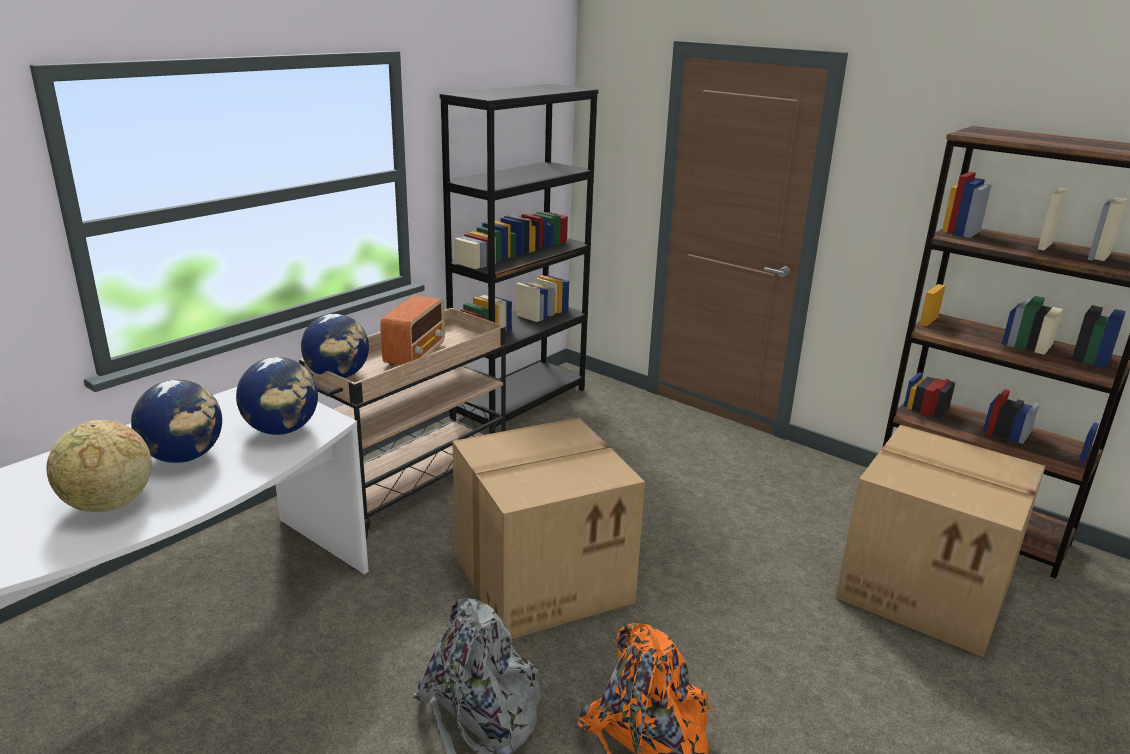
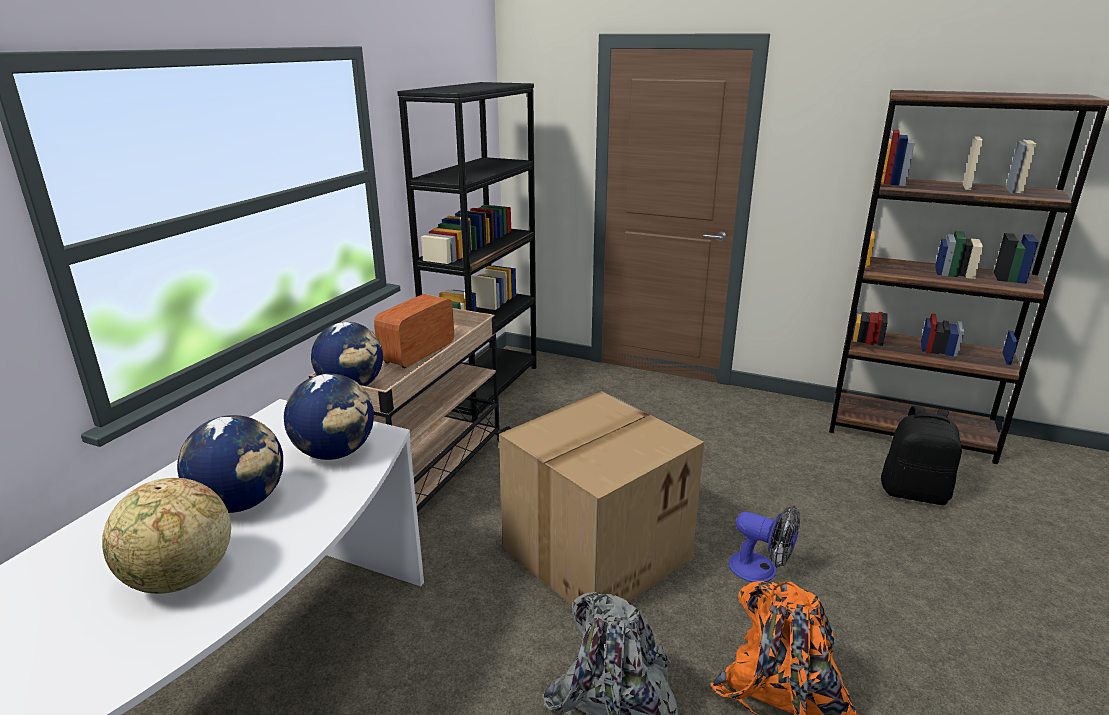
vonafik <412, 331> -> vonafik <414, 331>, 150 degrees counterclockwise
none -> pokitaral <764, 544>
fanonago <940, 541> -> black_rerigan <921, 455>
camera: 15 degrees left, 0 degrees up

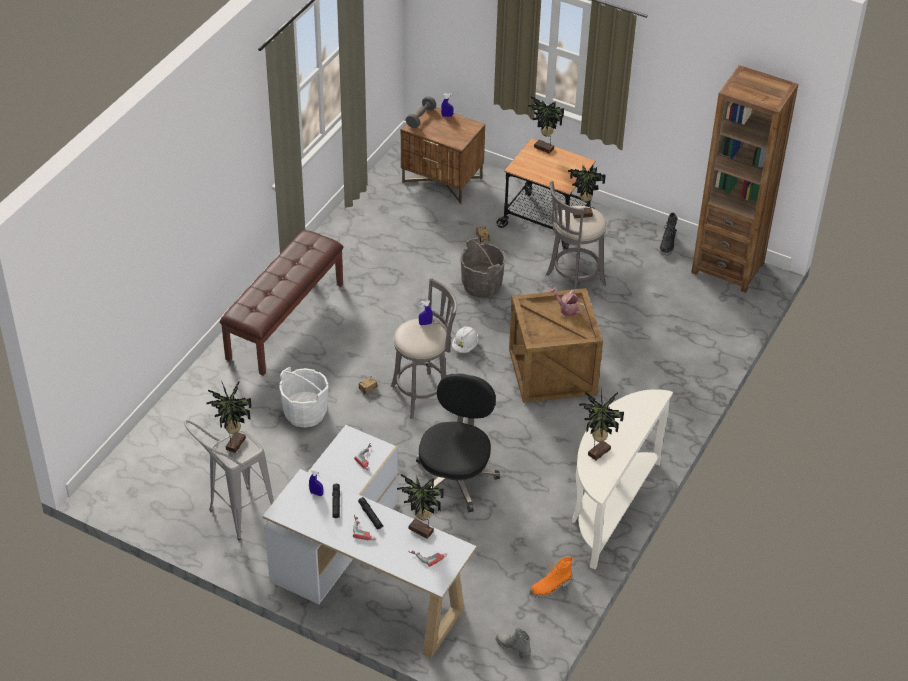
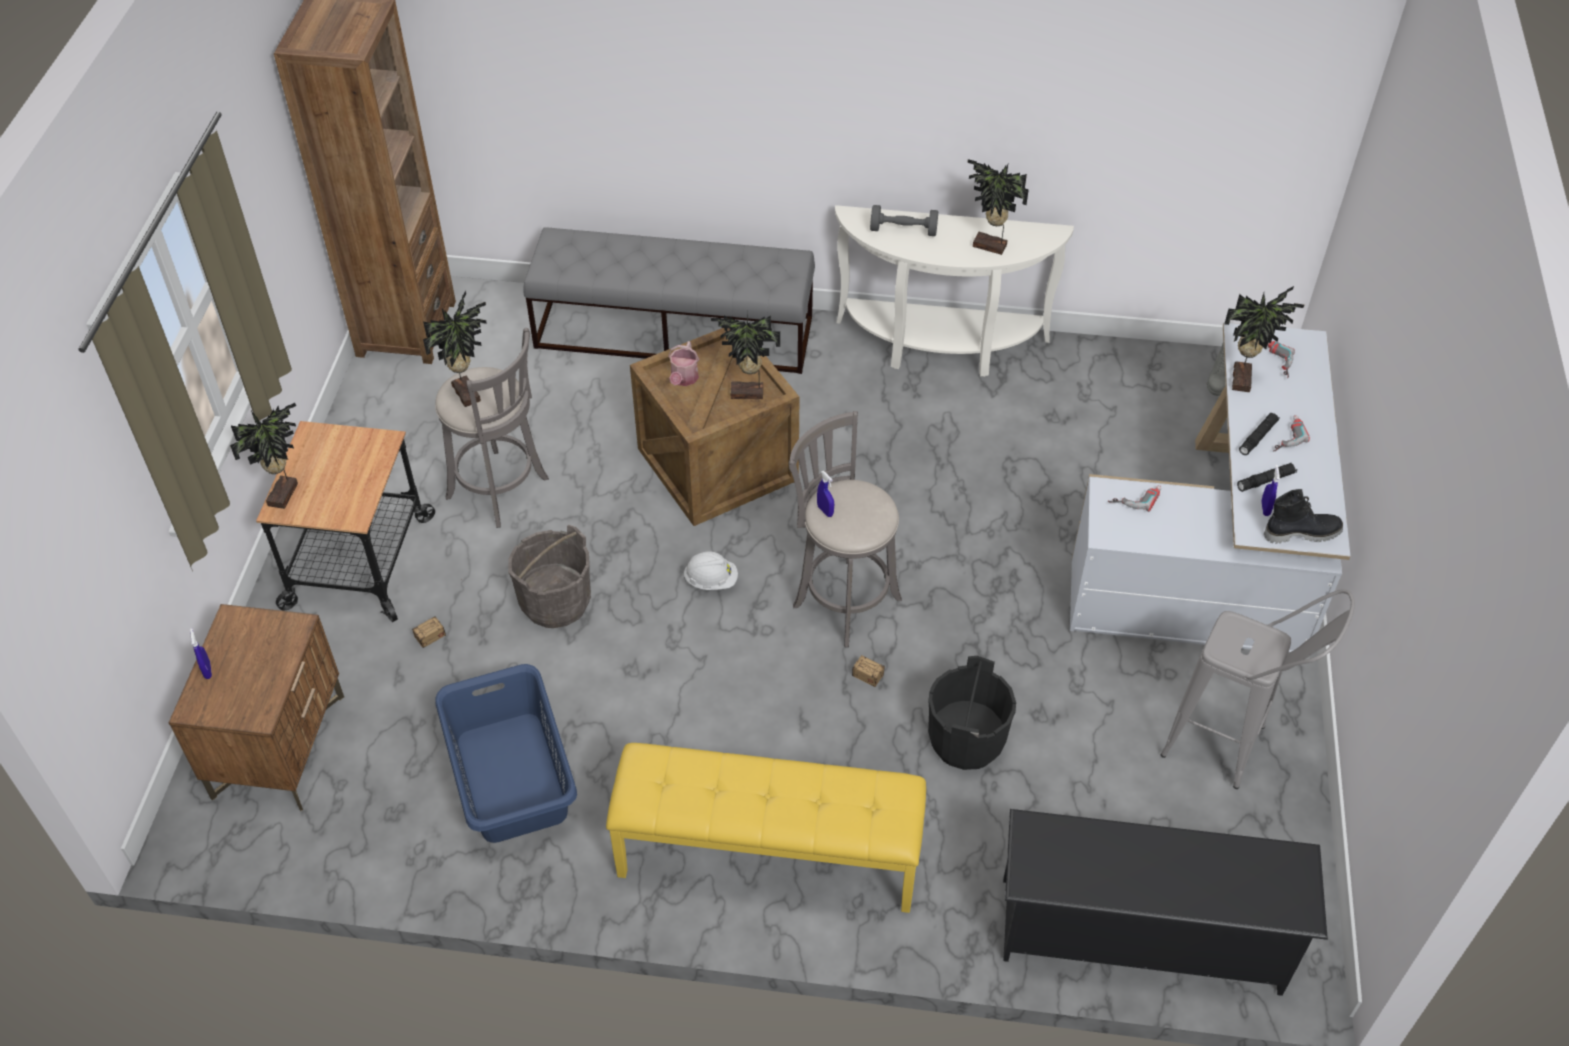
none -> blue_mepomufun <506, 753>
none -> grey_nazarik <669, 300>
brown_nazarik <281, 303> -> yellow_nazarik <766, 828>
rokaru <229, 417> -> rokaru <745, 354>, relocated
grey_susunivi <421, 112> -> grey_susunivi <904, 220>, relocated
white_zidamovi <303, 397> -> black_zidamovi <972, 713>
none -> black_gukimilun <1165, 902>
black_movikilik <668, 234> -> black_movikilik <1303, 516>, relocated
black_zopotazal <458, 442> -> none
orange_movikilik <551, 577> -> none
camera: 110 degrees left, 5 degrees up

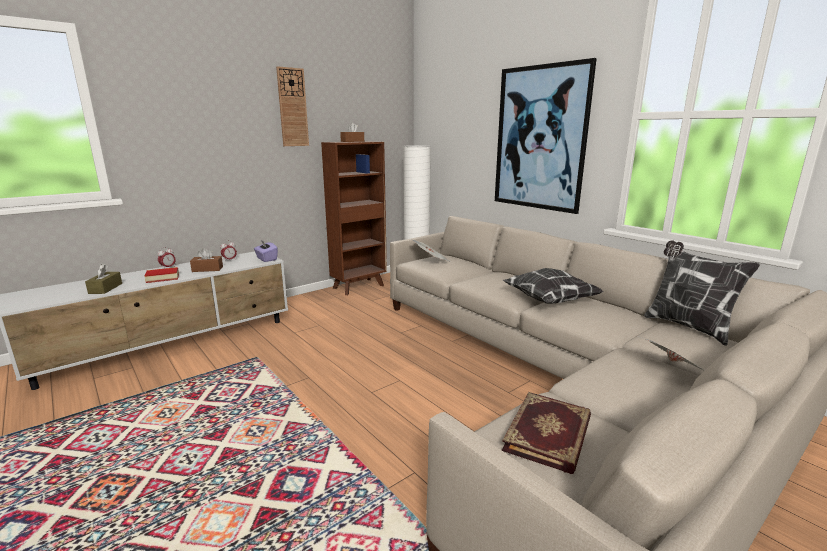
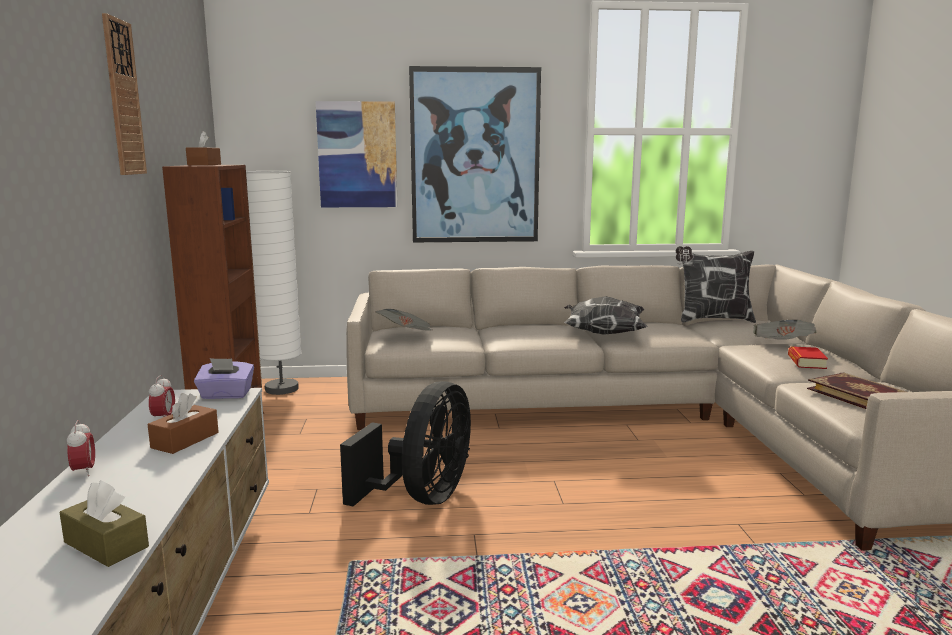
none -> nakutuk <357, 154>
none -> black_pokitaral <405, 443>
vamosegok <161, 275> -> vamosegok <808, 357>, relocated
camera: 55 degrees left, 5 degrees down

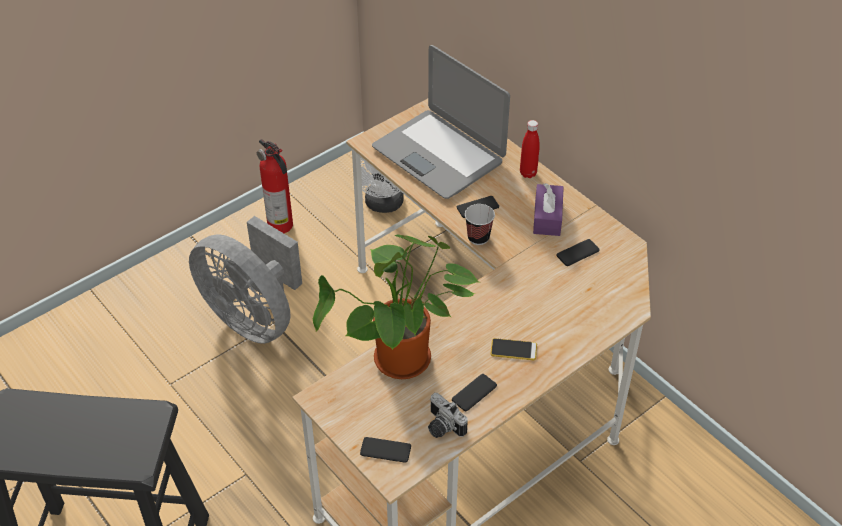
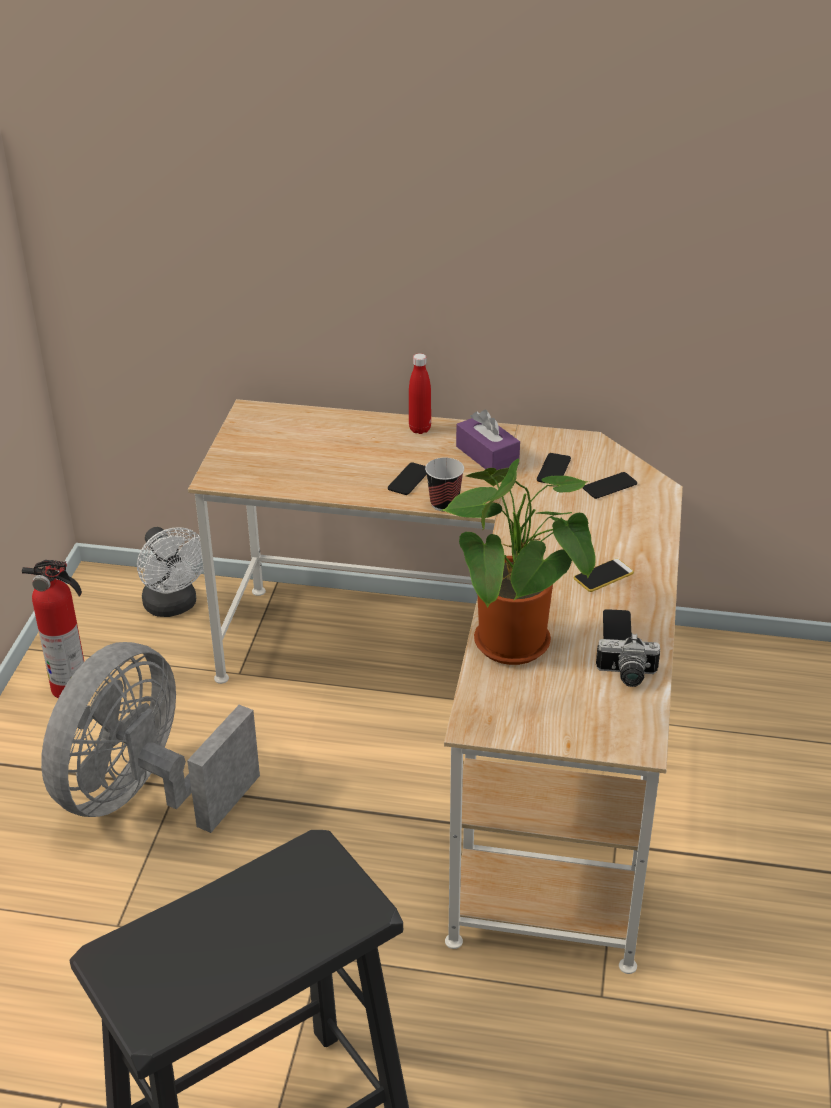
grey_pokitaral <245, 280> -> grey_pokitaral <150, 737>, 120 degrees clockwise
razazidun <385, 450> -> razazidun <610, 485>, relocated
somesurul <441, 122> -> none
camera: 40 degrees left, 10 degrees down

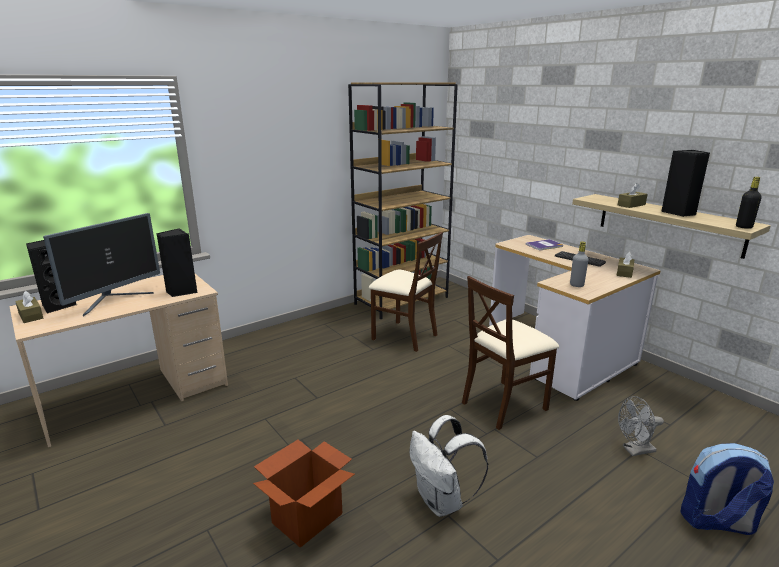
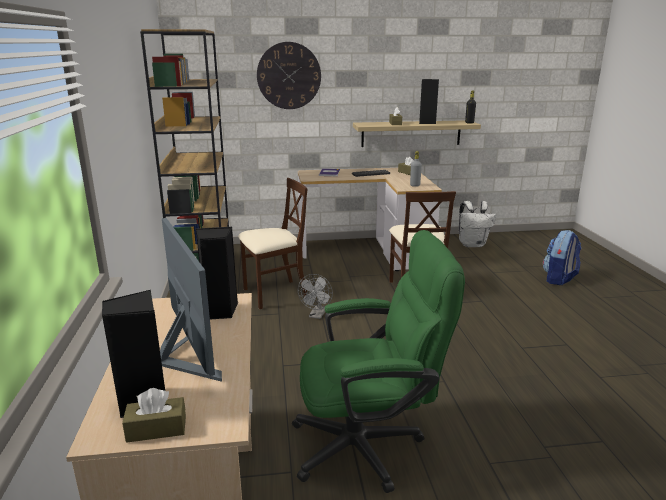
none -> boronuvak <289, 75>
none -> green_zopotazal <378, 361>
grey_pokitaral <641, 426> -> grey_pokitaral <315, 296>, relocated
white_rerigan <449, 466> -> white_rerigan <477, 224>, relocated
fanonago <304, 493> -> none
camera: 60 degrees left, 0 degrees up

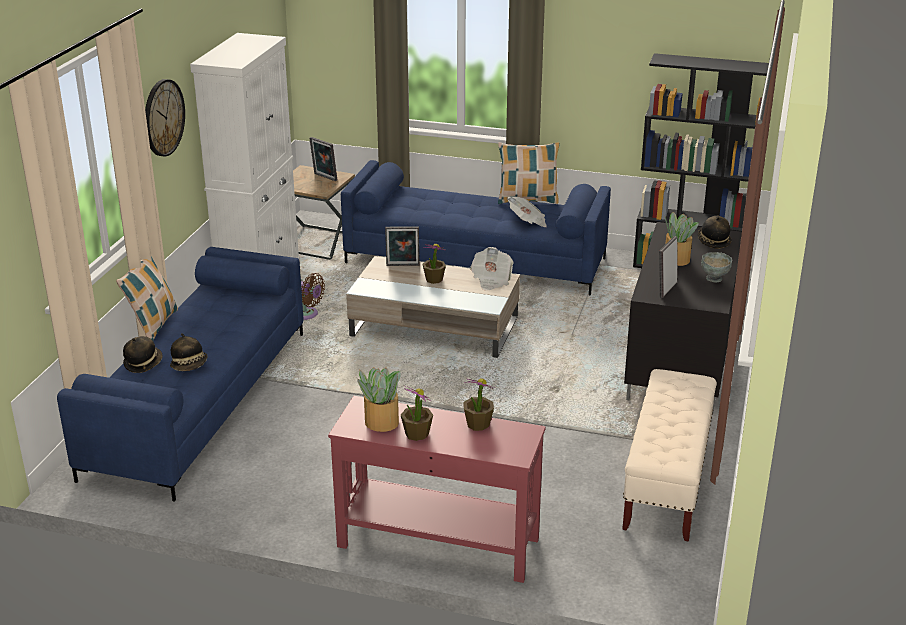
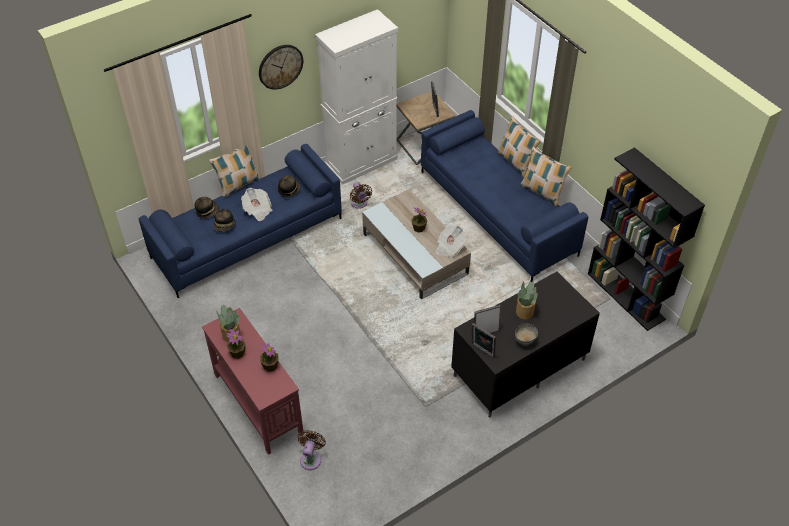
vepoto <526, 212> -> vepoto <257, 204>, relocated
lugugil <715, 232> -> lugugil <289, 187>, relocated
none -> brown_pokitaral <312, 450>
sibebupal <402, 246> -> sibebupal <484, 340>, relocated
none -> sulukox <519, 146>
beige_nazarik <669, 455> -> none
camera: 40 degrees right, 20 degrees up

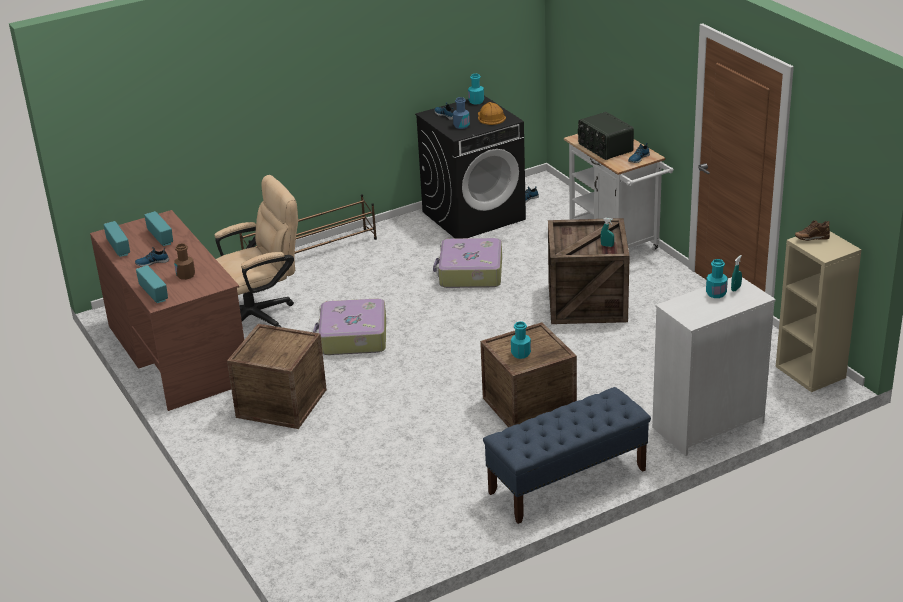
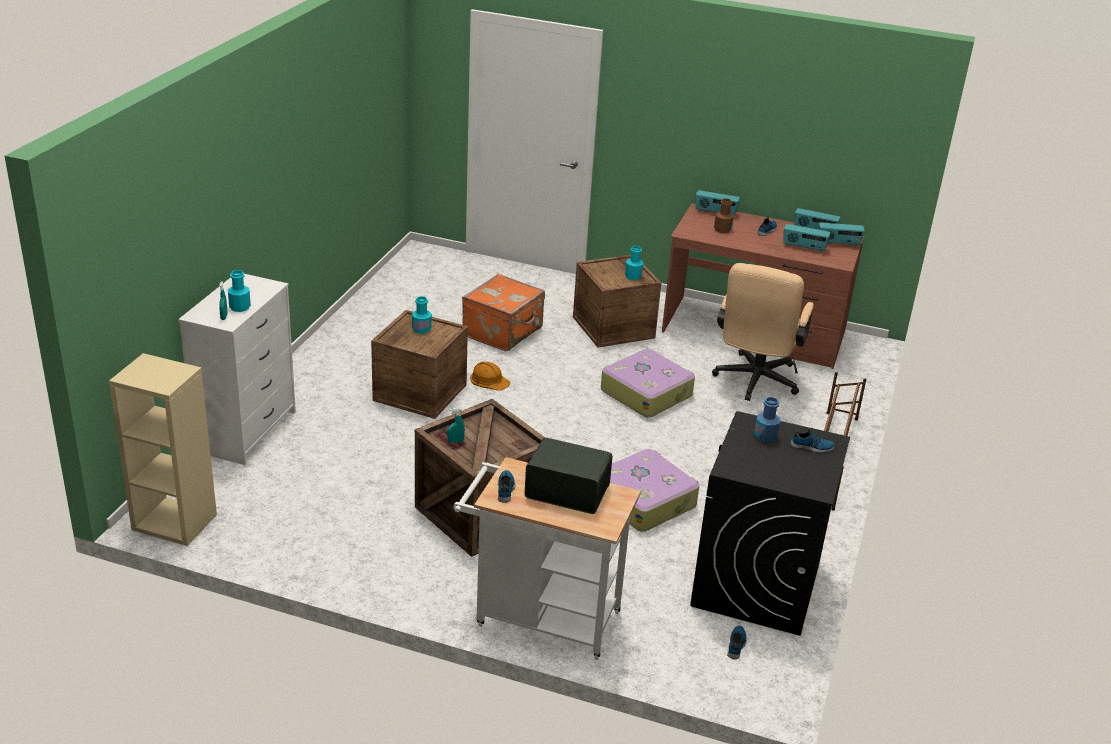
none -> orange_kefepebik <503, 312>
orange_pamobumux <492, 113> -> orange_pamobumux <490, 376>, relocated
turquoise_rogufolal <476, 89> -> turquoise_rogufolal <634, 263>, relocated
none -> vonafik <841, 234>
blue_nazarik <567, 455> -> none
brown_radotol <812, 230> -> none
camera: 135 degrees right, 0 degrees up

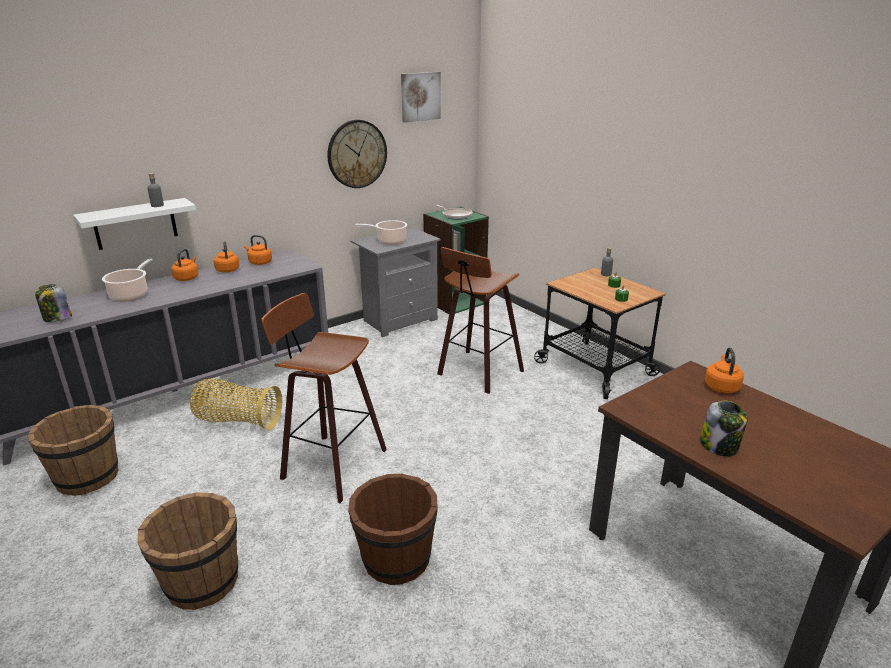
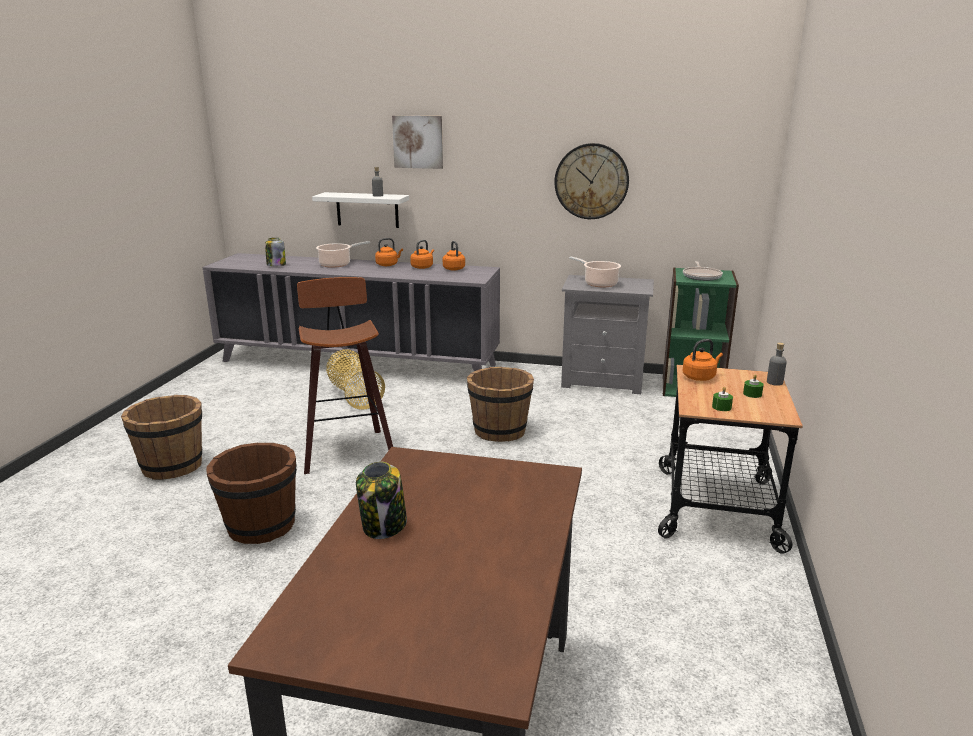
nakutuk <421, 97> -> nakutuk <417, 142>, relocated
brown_zidamovi <73, 450> -> brown_zidamovi <500, 404>, relocated
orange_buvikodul <724, 370> -> orange_buvikodul <702, 360>, relocated
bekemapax <480, 320> -> none
camera: 50 degrees right, 5 degrees down

